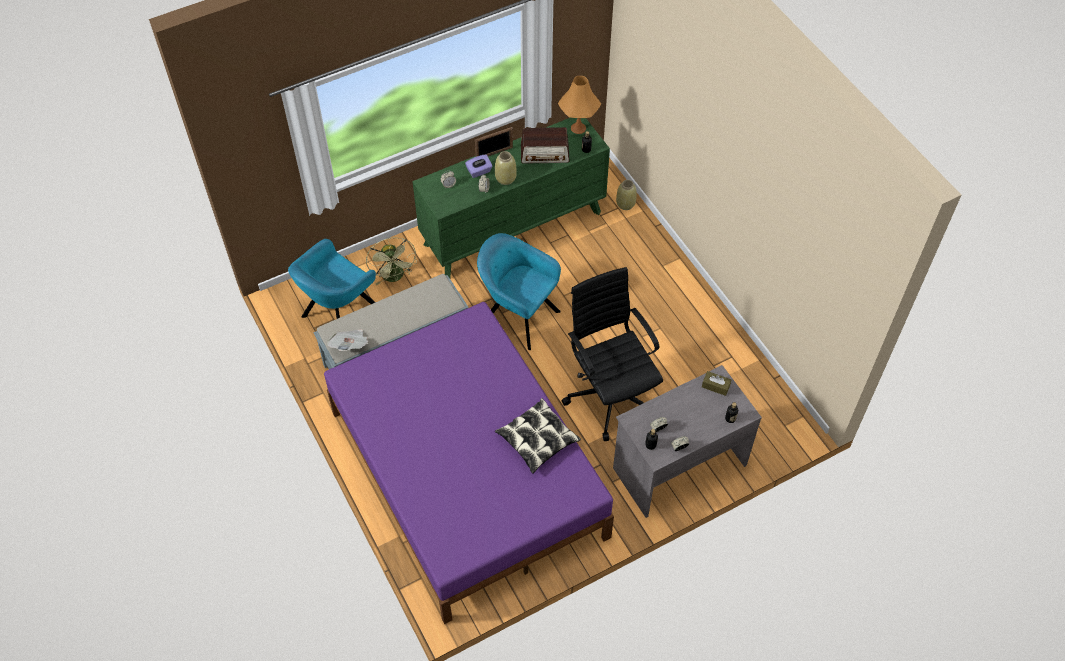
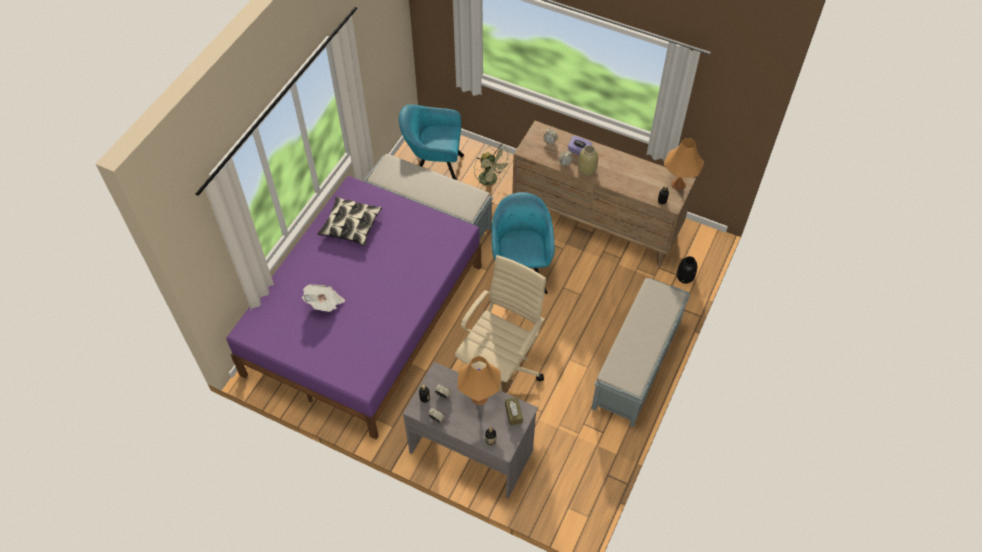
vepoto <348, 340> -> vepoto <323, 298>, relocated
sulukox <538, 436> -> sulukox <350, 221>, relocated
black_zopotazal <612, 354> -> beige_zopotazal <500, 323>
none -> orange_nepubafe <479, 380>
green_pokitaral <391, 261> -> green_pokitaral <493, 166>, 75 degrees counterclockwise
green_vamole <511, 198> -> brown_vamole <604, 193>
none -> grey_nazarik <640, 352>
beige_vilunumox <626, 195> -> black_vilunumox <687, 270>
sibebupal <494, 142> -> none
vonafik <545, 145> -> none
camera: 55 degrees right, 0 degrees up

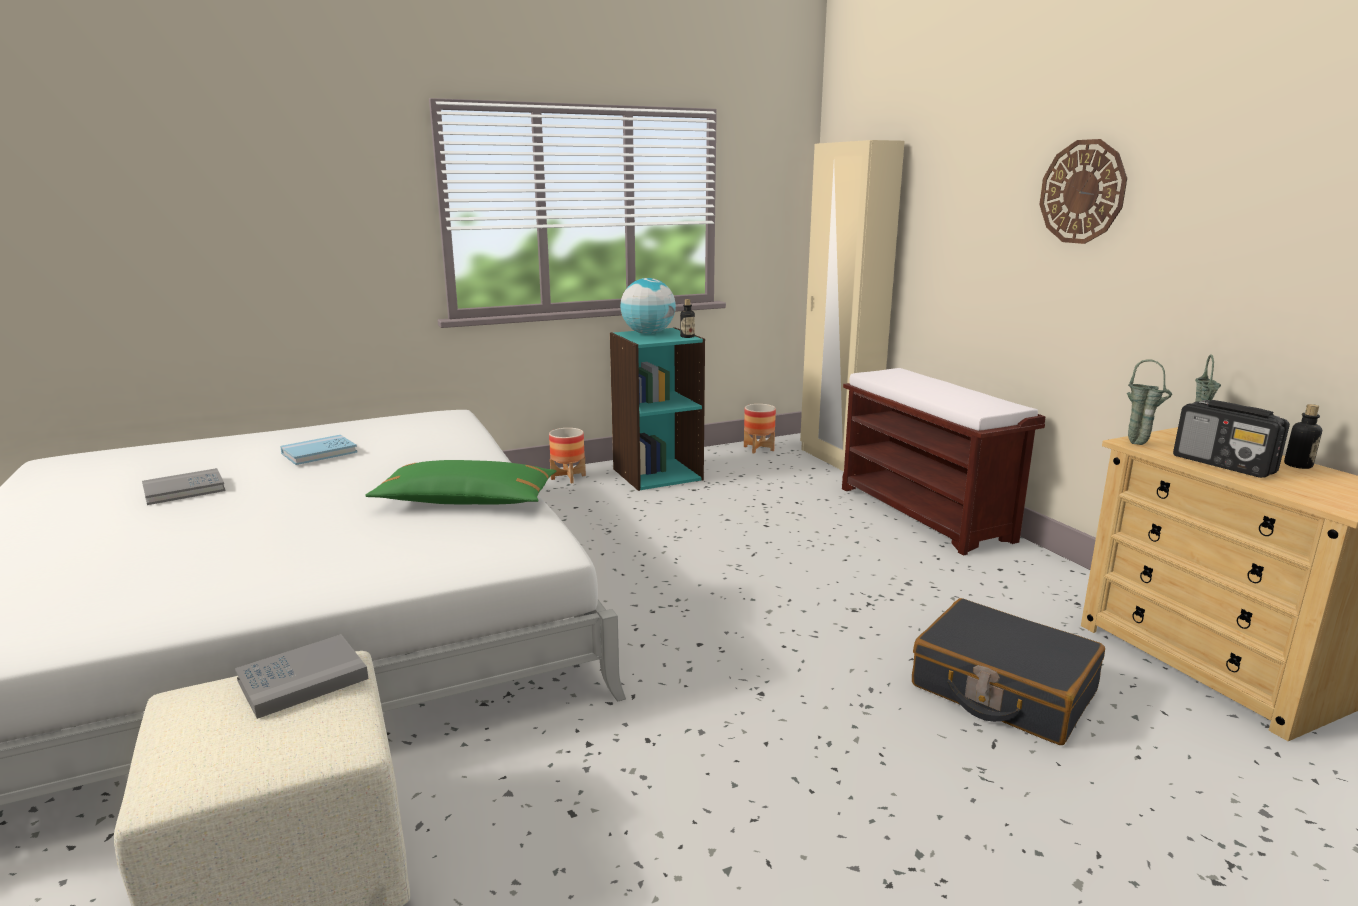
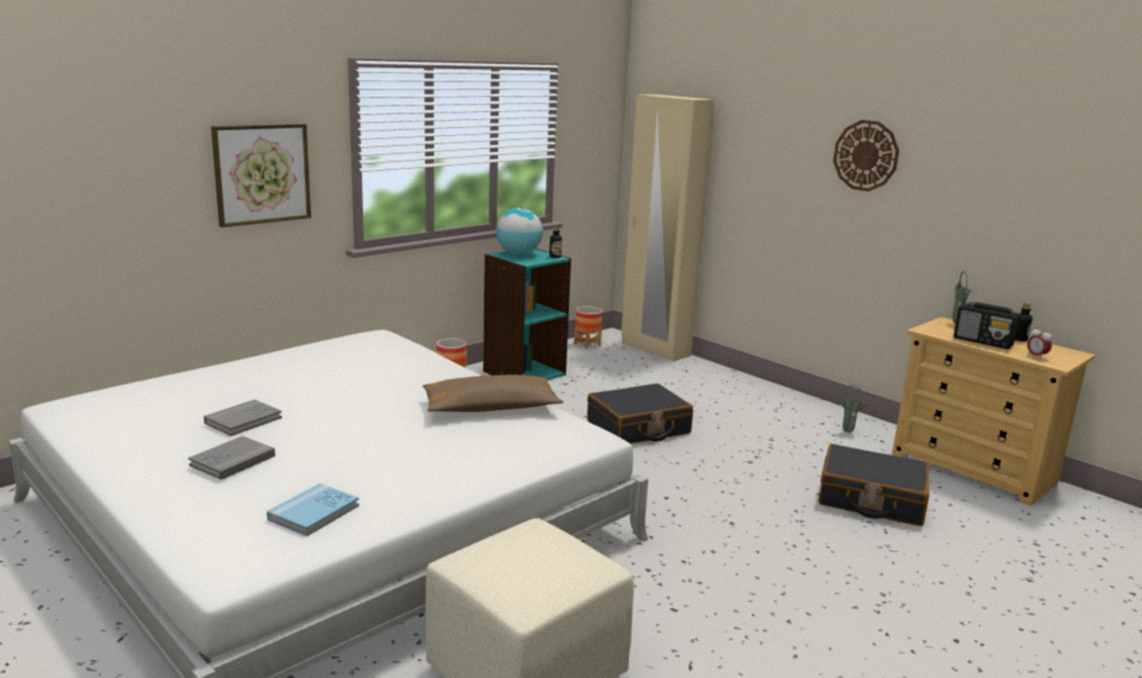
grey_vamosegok <301, 676> -> grey_vamosegok <231, 458>, relocated
none -> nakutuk <261, 176>
blue_vamosegok <319, 450> -> blue_vamosegok <313, 509>, relocated
green_sulukox <461, 482> -> brown_sulukox <493, 393>
none -> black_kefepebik <640, 413>
green_vilunumox <1149, 402> -> green_vilunumox <854, 409>, relocated
none -> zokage <1039, 341>
brown_nazarik <944, 461> -> none
camera: 20 degrees left, 0 degrees up

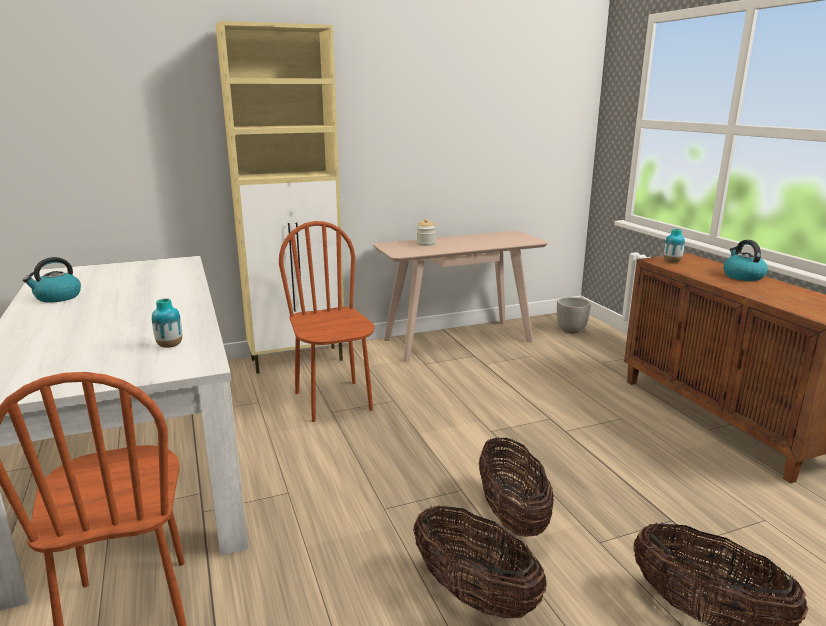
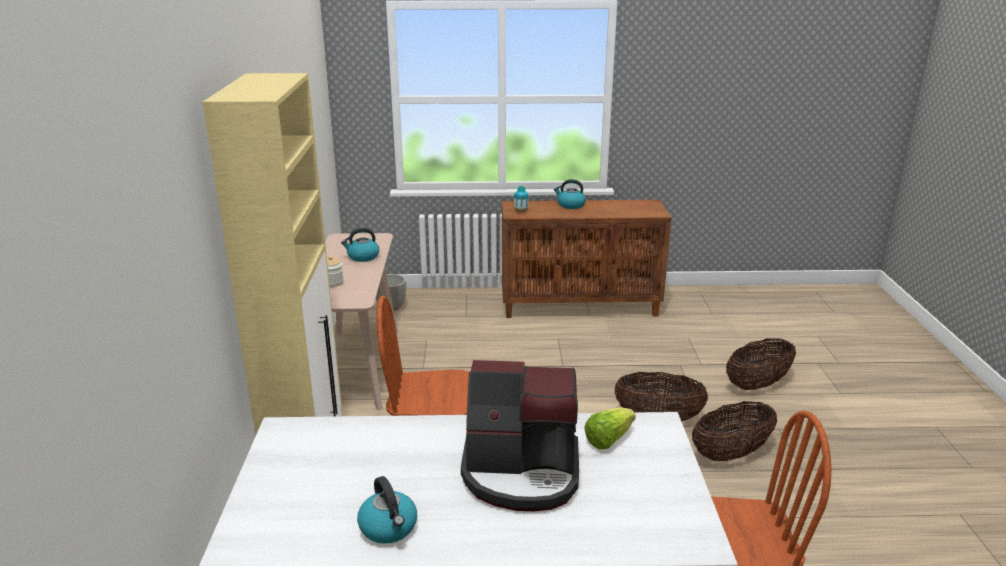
none -> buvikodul <360, 245>
none -> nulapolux <520, 435>
vilunumox <167, 323> -> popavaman <610, 428>
camera: 70 degrees left, 5 degrees up

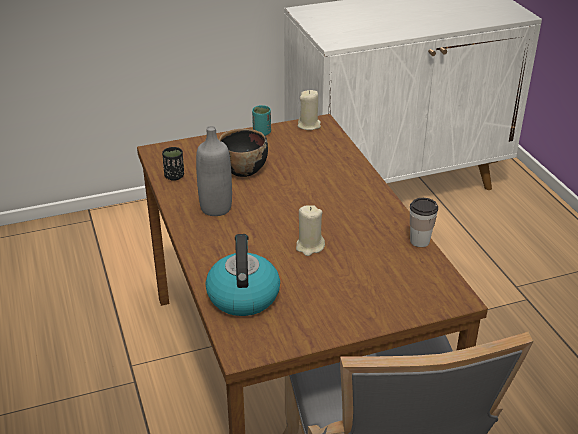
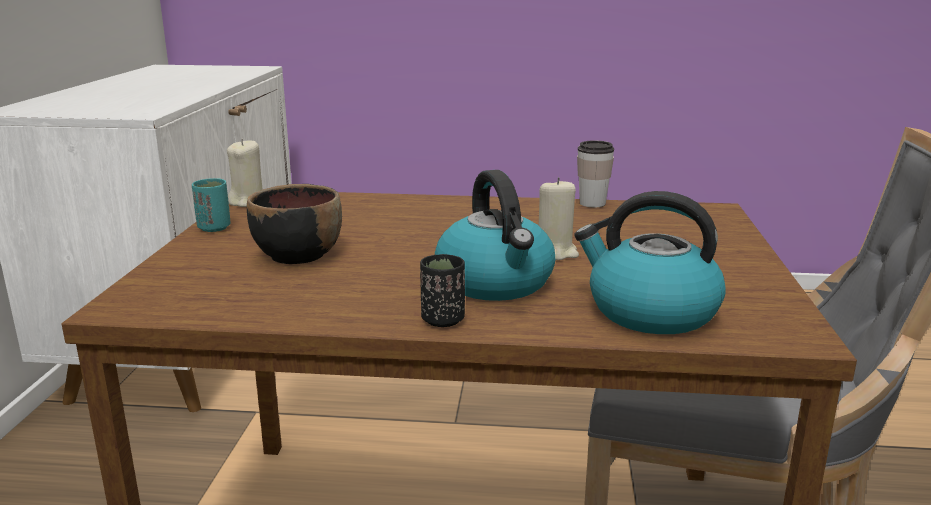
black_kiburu <173, 164> -> black_kiburu <442, 290>, relocated
none -> buvikodul <495, 235>
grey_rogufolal <214, 171> -> none
camera: 65 degrees left, 15 degrees down

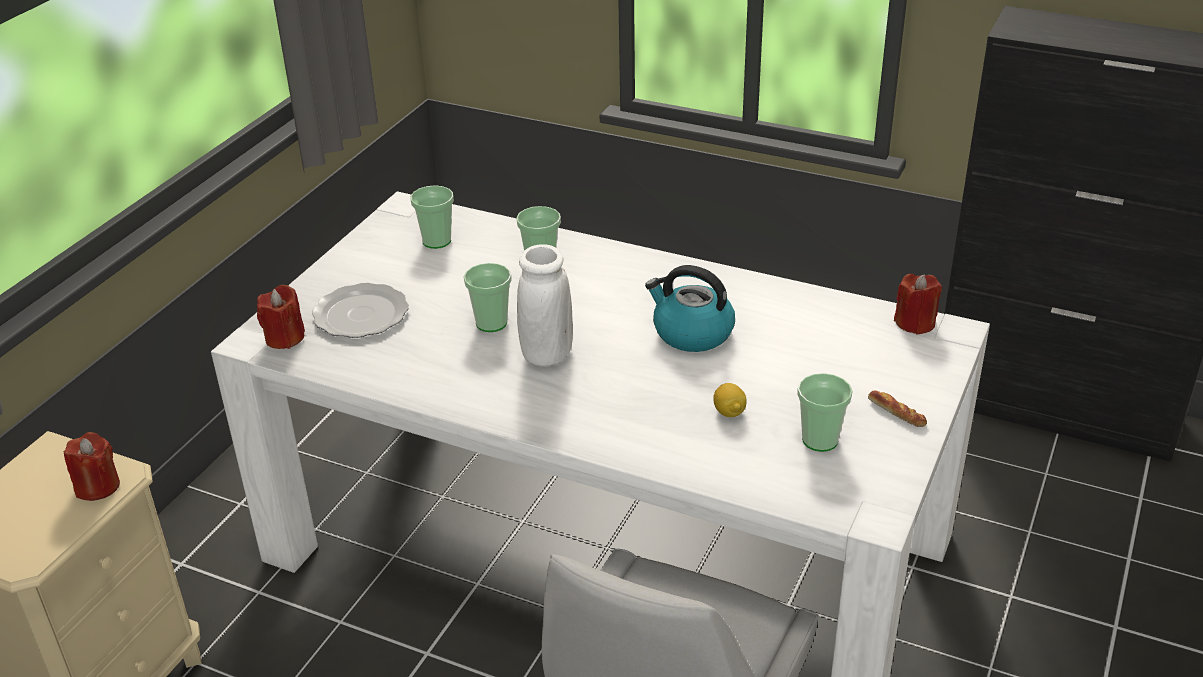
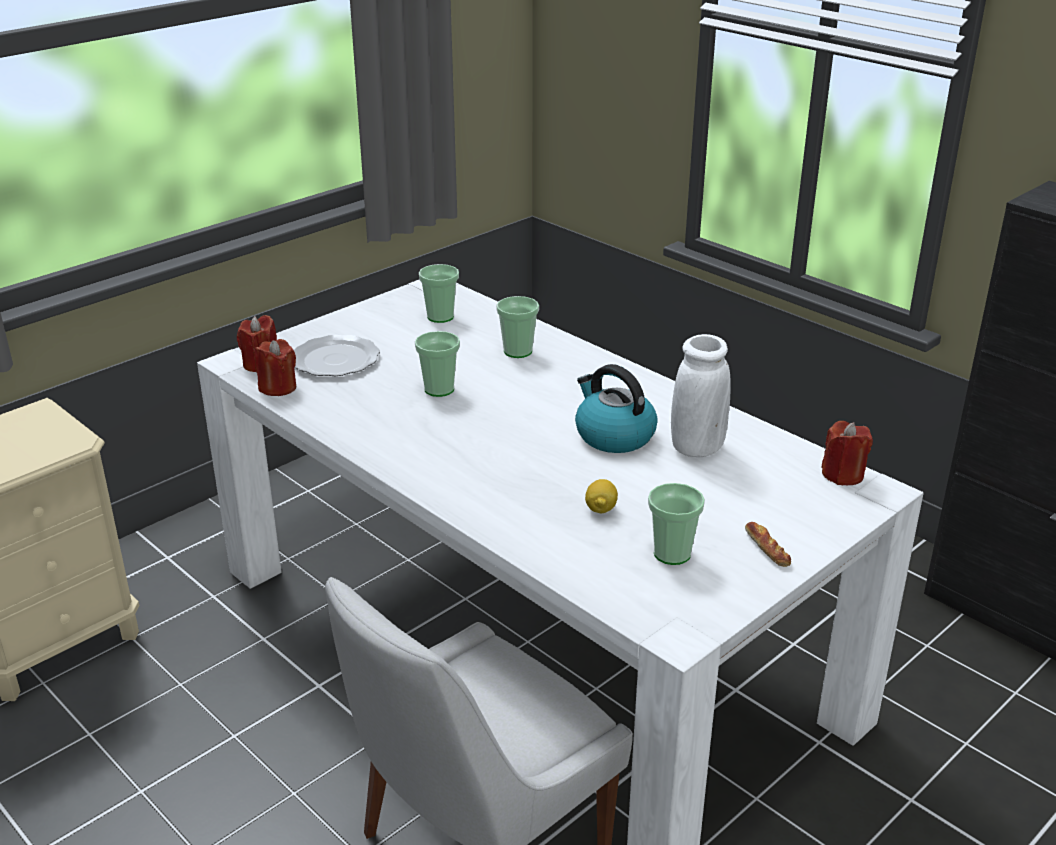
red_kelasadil <91, 466> -> red_kelasadil <275, 367>, relocated
white_vilunumox <545, 305> -> white_vilunumox <700, 395>, relocated
camera: 20 degrees right, 5 degrees down

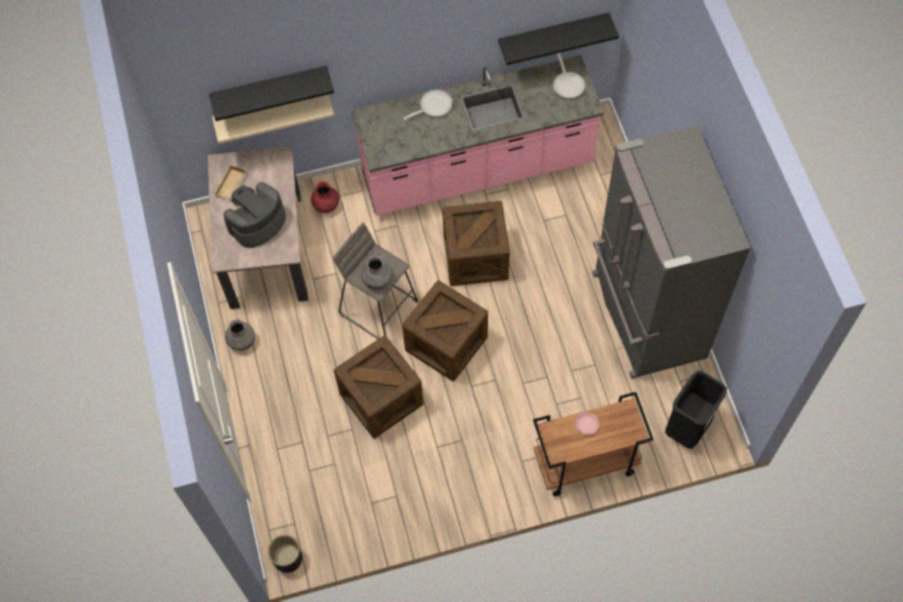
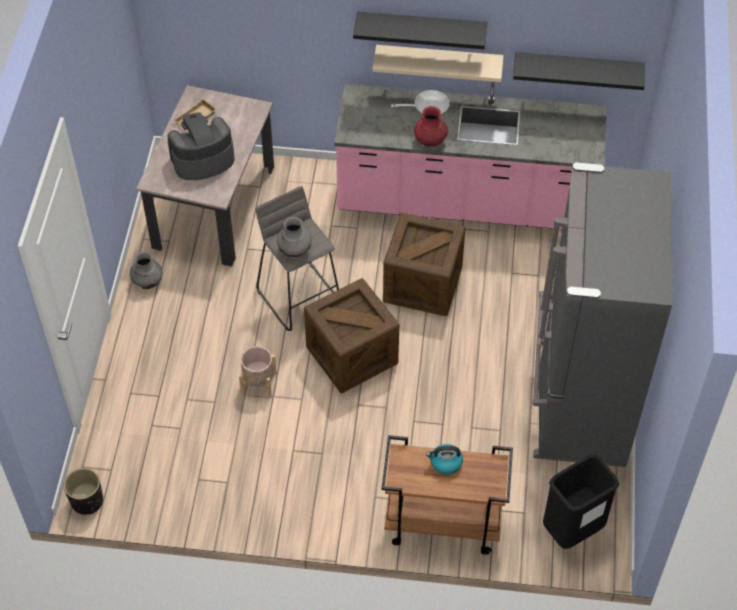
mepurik <379, 387> -> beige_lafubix <258, 372>
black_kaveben <271, 93> -> black_kaveben <420, 30>, relocated
beige_kaveben <273, 119> -> beige_kaveben <438, 63>, relocated
red_vilunumox <325, 197> -> red_vilunumox <431, 126>, relocated
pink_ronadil <587, 423> -> buvikodul <444, 459>
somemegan <569, 75> -> none
camera: 20 degrees right, 10 degrees down

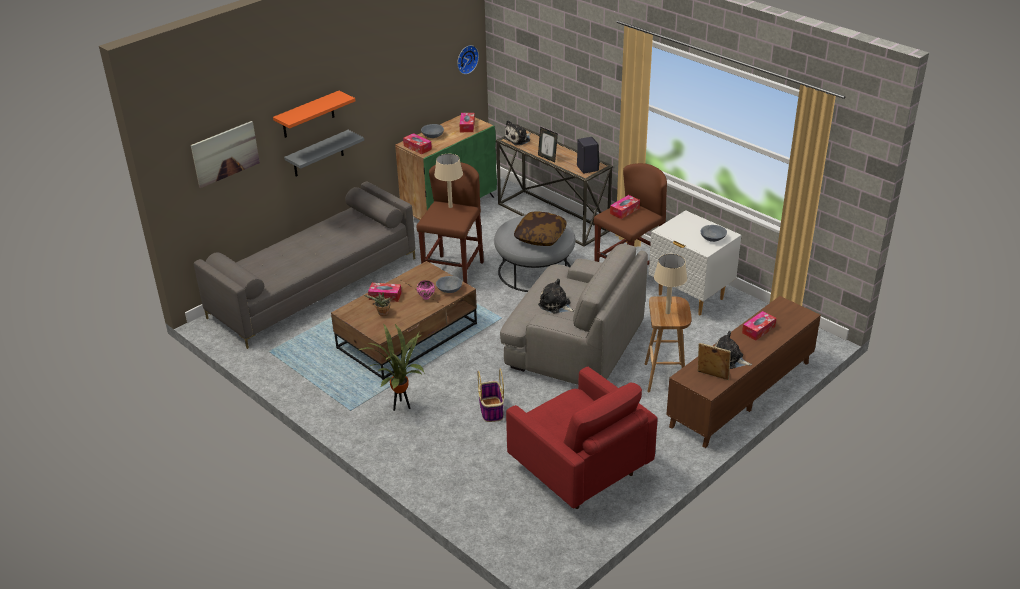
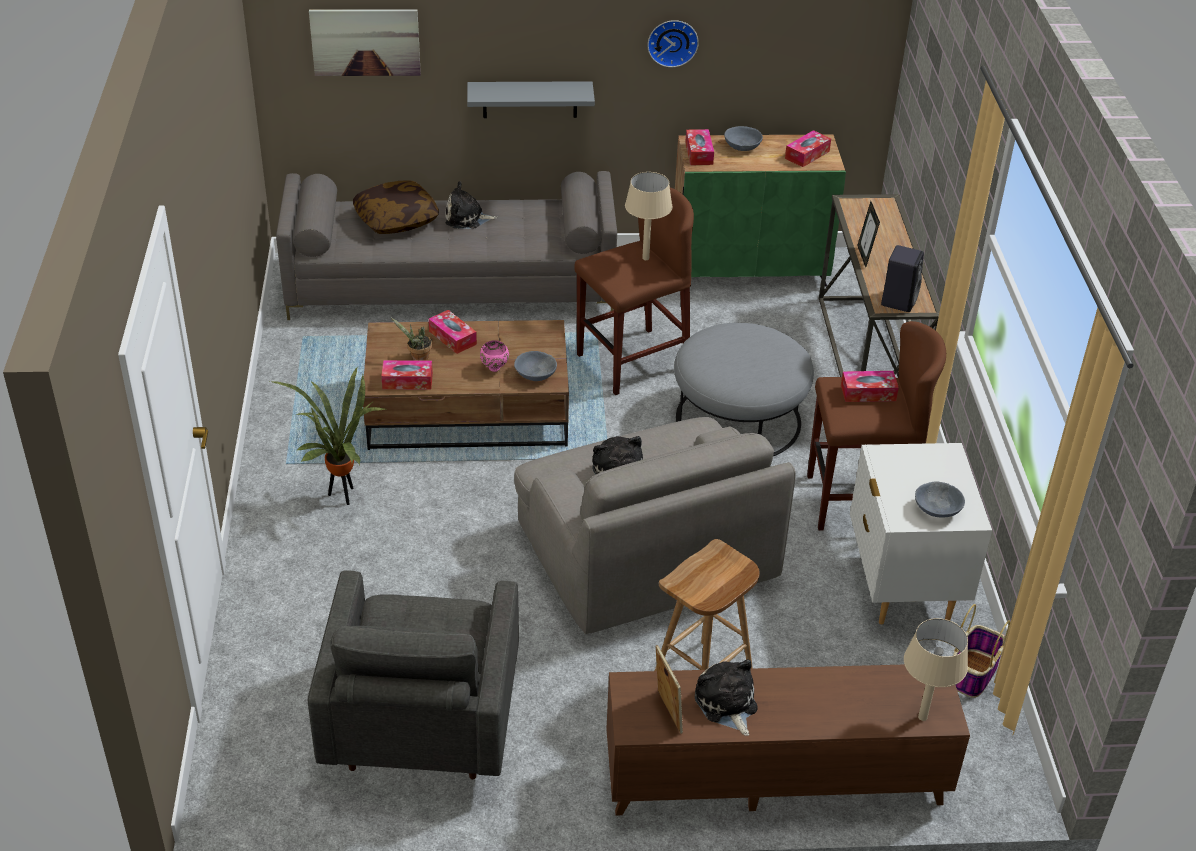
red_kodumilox <581, 438> -> grey_kodumilox <413, 674>
sulukox <540, 229> -> sulukox <396, 207>, relocated
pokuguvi <759, 325> -> pokuguvi <407, 375>, relocated
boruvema <517, 132> -> boruvema <471, 204>, relocated
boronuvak <468, 59> -> boronuvak <673, 43>, relocated
beige_nepubafe <670, 284> -> beige_nepubafe <936, 669>, relocated
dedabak <491, 395> -> dedabak <981, 651>, relocated
orange_kaveben <314, 114> -> none
camera: 40 degrees right, 5 degrees up

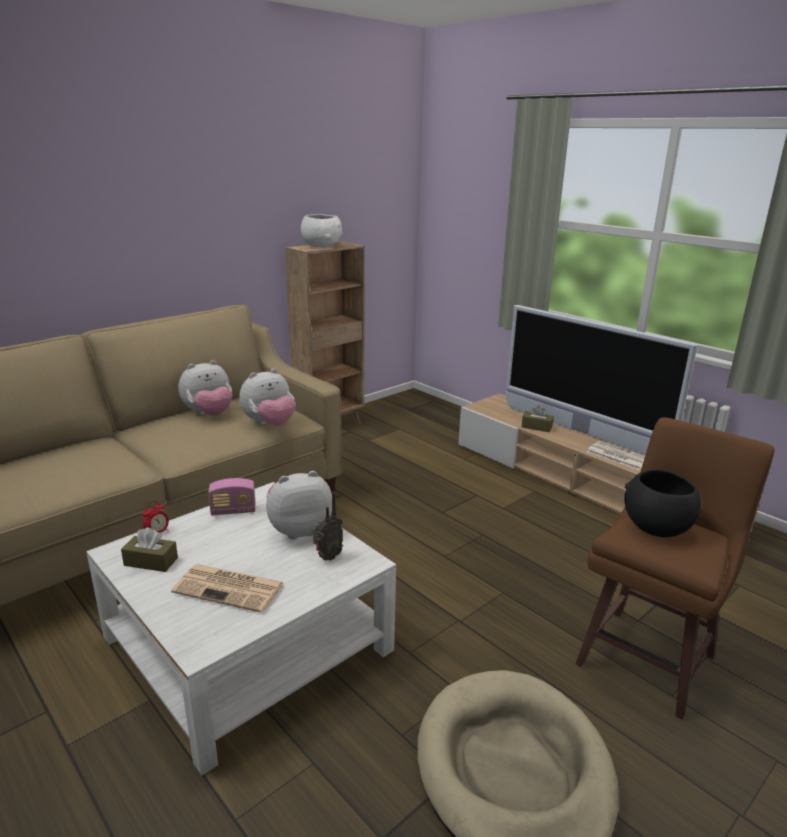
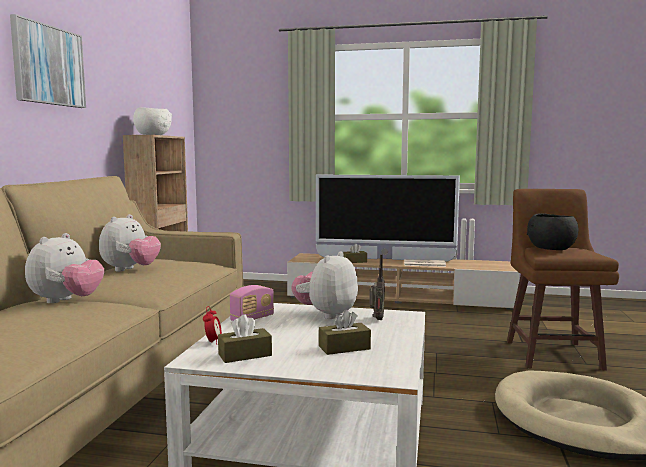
none -> nakutuk <48, 61>
boruvema <267, 397> -> boruvema <64, 268>, relocated
vepoto <227, 588> -> brown_pokuguvi <345, 332>
camera: 35 degrees left, 15 degrees down

